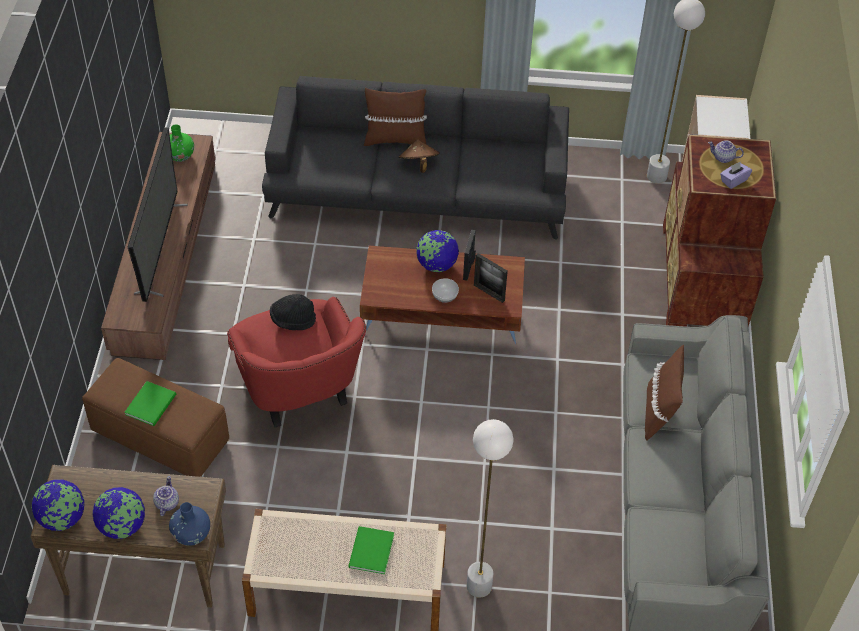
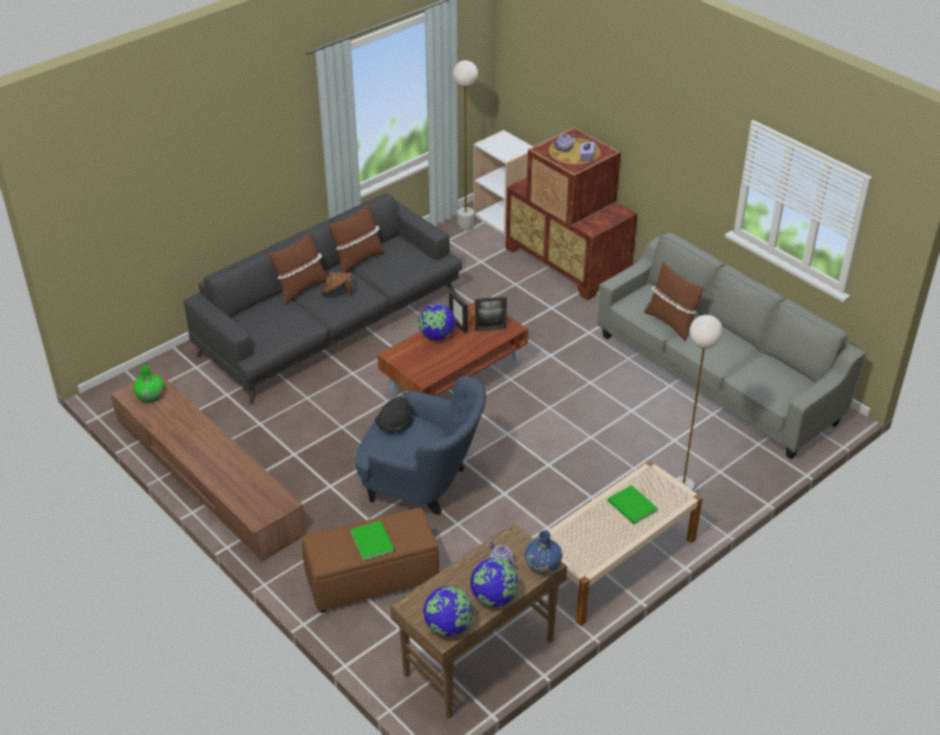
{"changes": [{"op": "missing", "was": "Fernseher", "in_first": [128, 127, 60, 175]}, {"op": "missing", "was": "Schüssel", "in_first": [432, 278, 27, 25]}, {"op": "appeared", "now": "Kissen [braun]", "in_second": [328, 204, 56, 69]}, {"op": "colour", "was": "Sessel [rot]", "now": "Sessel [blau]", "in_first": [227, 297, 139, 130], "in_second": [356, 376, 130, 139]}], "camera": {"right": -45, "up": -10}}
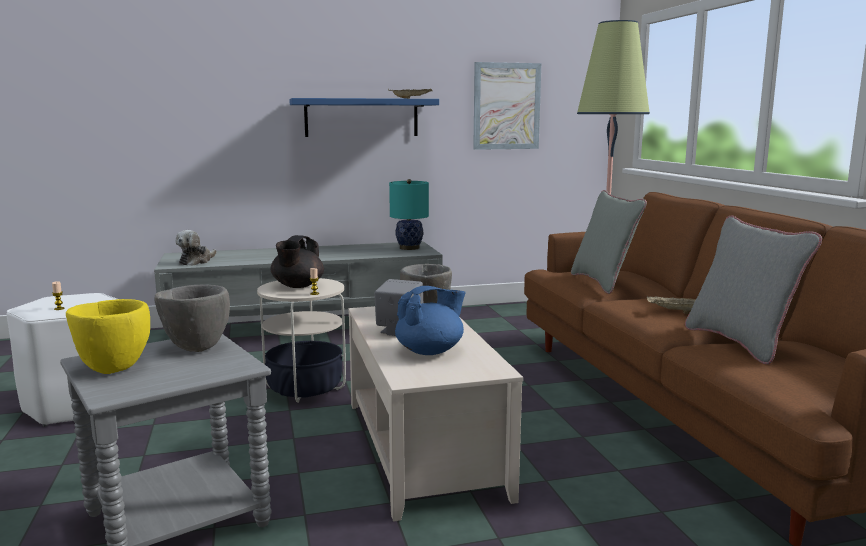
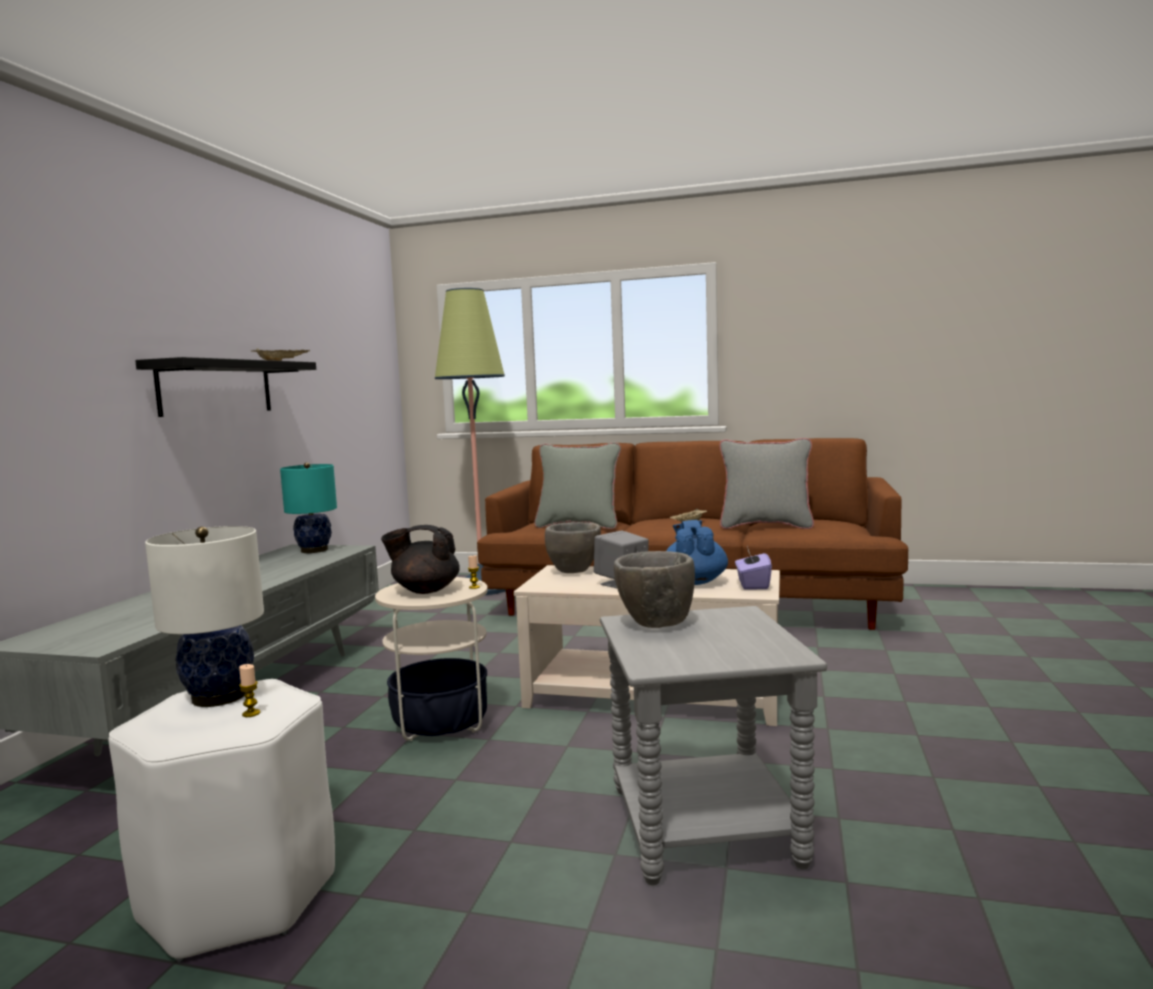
{"changes": [{"op": "missing", "was": "Schüssel [gelb]", "in_first": [66, 299, 84, 75]}, {"op": "missing", "was": "Plüschtier", "in_first": [175, 230, 42, 36]}, {"op": "missing", "was": "Bild", "in_first": [473, 62, 68, 88]}, {"op": "appeared", "now": "Tischlampe [weiß]", "in_second": [145, 526, 119, 181]}, {"op": "appeared", "now": "Taschentuchbox [lila]", "in_second": [735, 546, 37, 44]}, {"op": "colour", "was": "Wandregal [blau]", "now": "Wandregal [schwarz]", "in_first": [289, 98, 150, 39], "in_second": [135, 357, 181, 60]}, {"op": "spun", "was": "Teekanne [schwarz]", "in_first": [270, 235, 54, 53], "in_second": [381, 525, 79, 69], "clockwise": 135}], "camera": {"right": -60, "up": -5}}
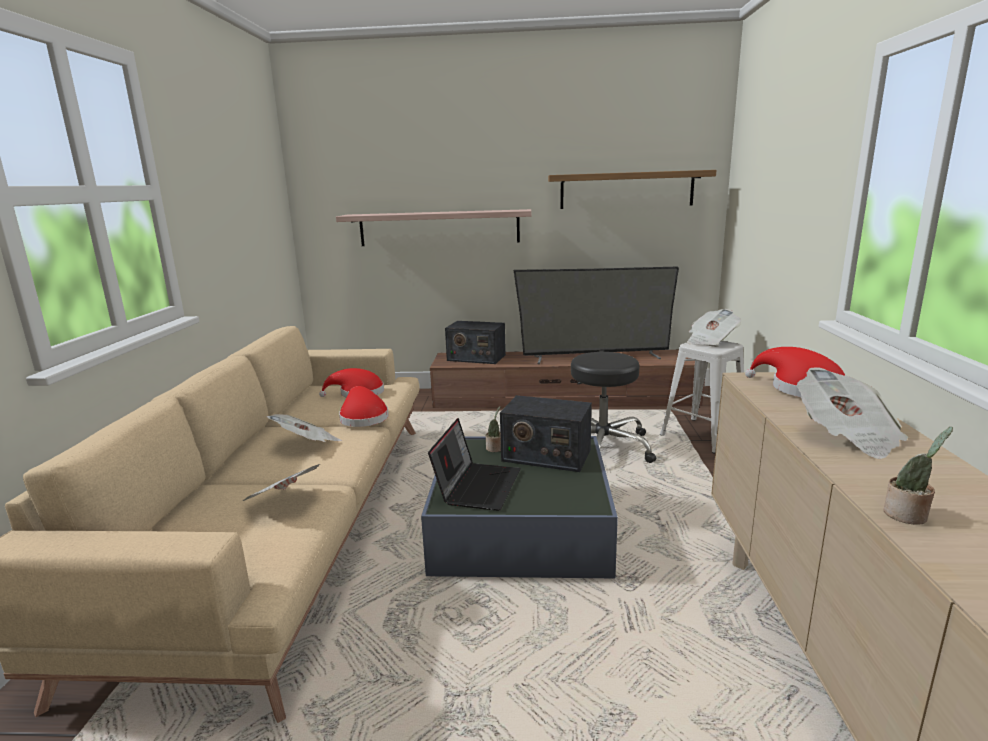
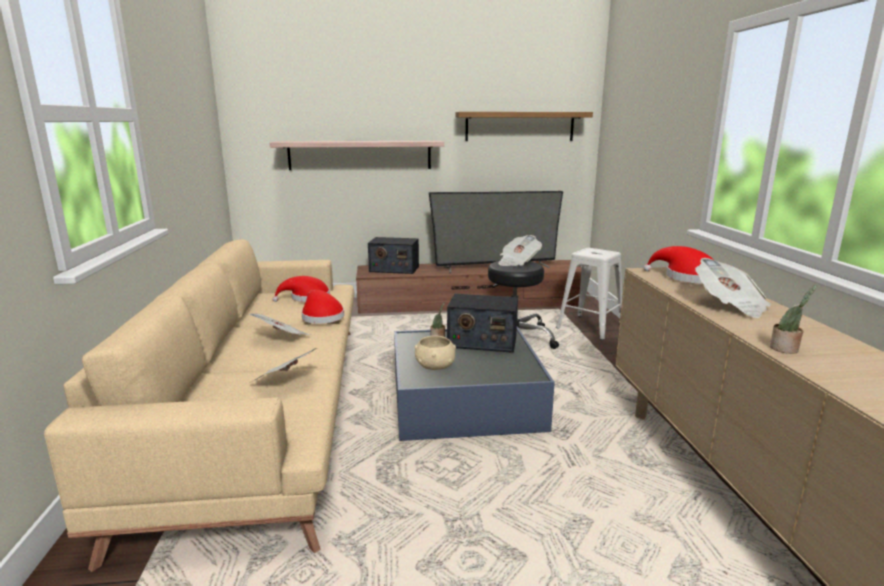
{"changes": [{"op": "relocated", "was": "Zeitung", "in_first": [687, 309, 54, 36], "in_second": [498, 235, 44, 31]}, {"op": "exchanged", "was": "Laptop", "now": "Schüssel [beige]", "in_first": [428, 418, 93, 93], "in_second": [415, 336, 41, 34]}], "camera": {"right": -10, "up": 0}}
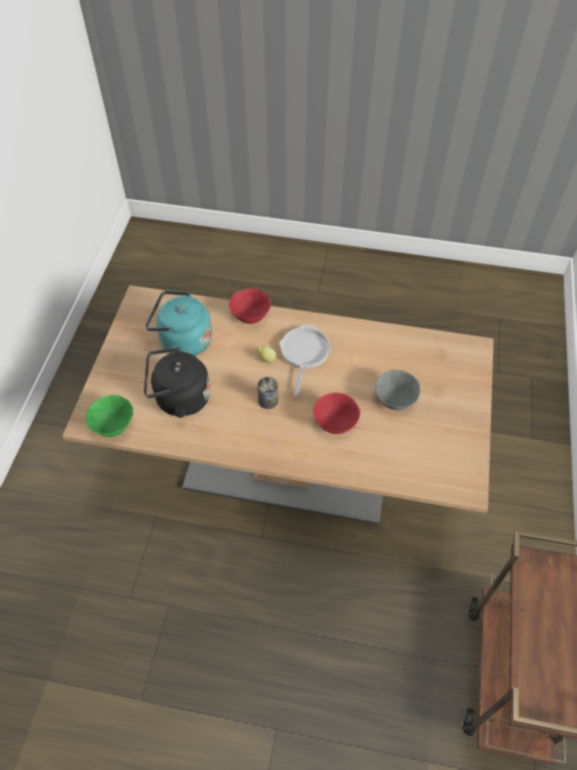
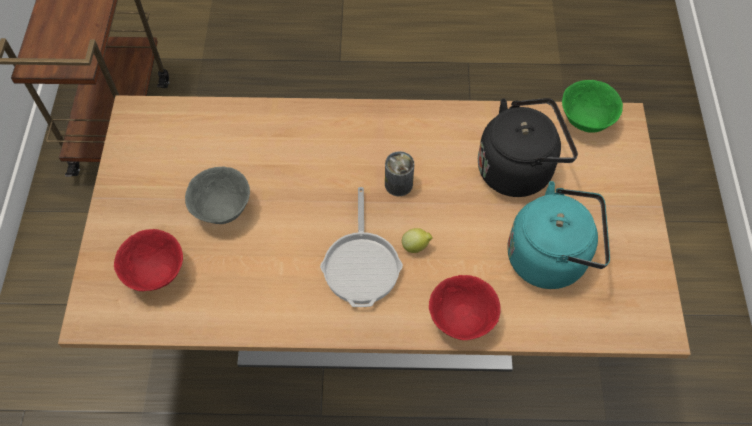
{"changes": [{"op": "relocated", "was": "Schüssel [rot]", "in_first": [313, 393, 47, 41], "in_second": [114, 229, 69, 62]}], "camera": {"right": 170, "up": 5}}
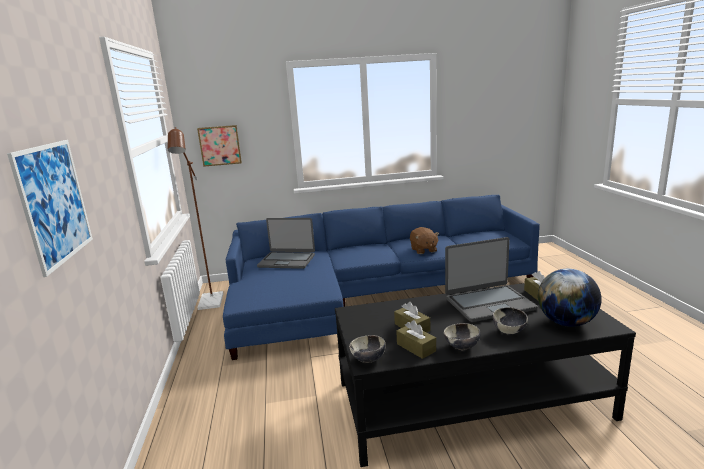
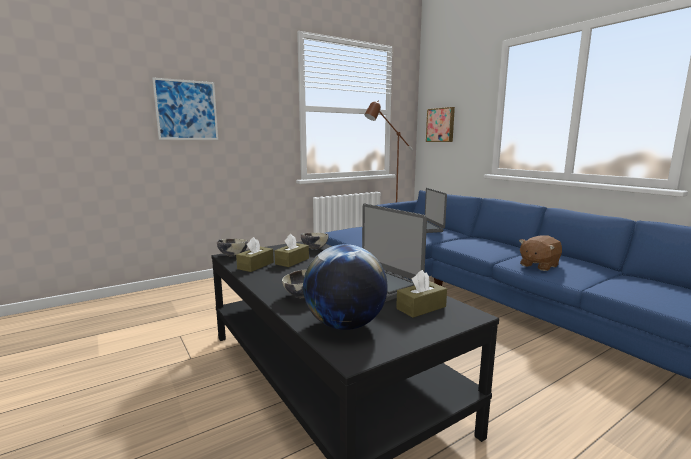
{"changes": [{"op": "relocated", "was": "Schüssel", "in_first": [444, 323, 37, 27], "in_second": [301, 233, 28, 16]}], "camera": {"right": 65, "up": -5}}
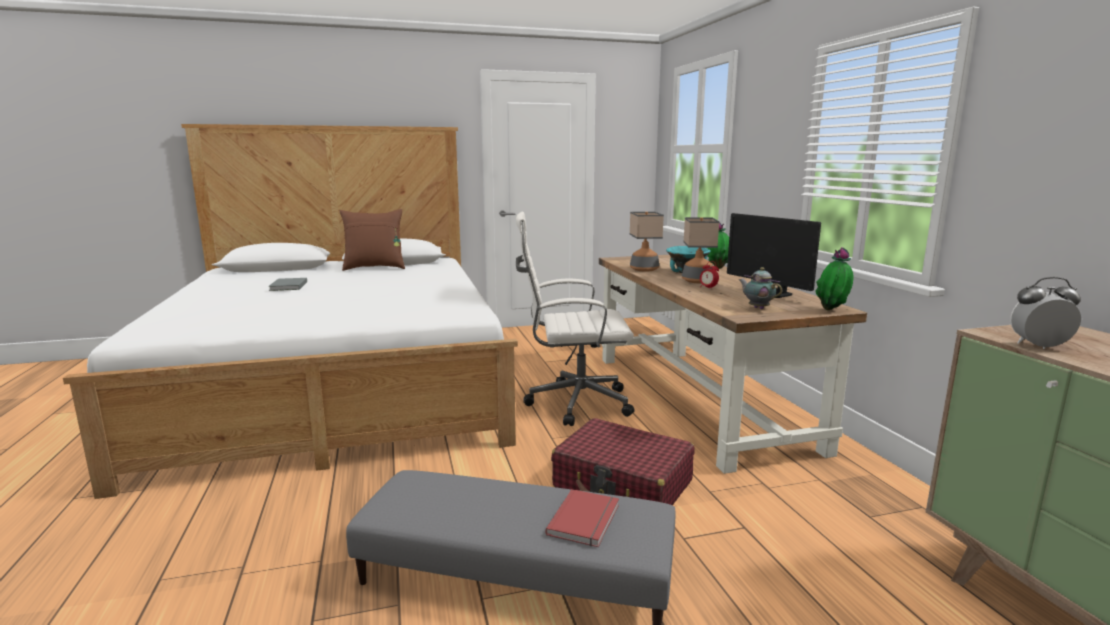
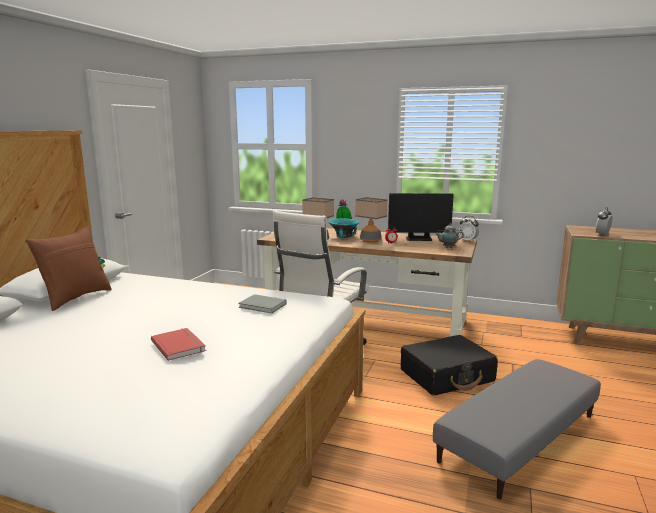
{"changes": [{"op": "relocated", "was": "Buch [grau]", "in_first": [269, 278, 38, 13], "in_second": [238, 294, 49, 19]}, {"op": "relocated", "was": "Buch [rot]", "in_first": [545, 489, 74, 58], "in_second": [151, 328, 55, 33]}, {"op": "exchanged", "was": "Topfpflanze", "now": "Wecker", "in_first": [815, 247, 38, 63], "in_second": [459, 216, 20, 26]}, {"op": "colour", "was": "Koffer [rot]", "now": "Koffer [schwarz]", "in_first": [551, 418, 144, 87], "in_second": [401, 335, 97, 61]}], "camera": {"right": -55, "up": 0}}
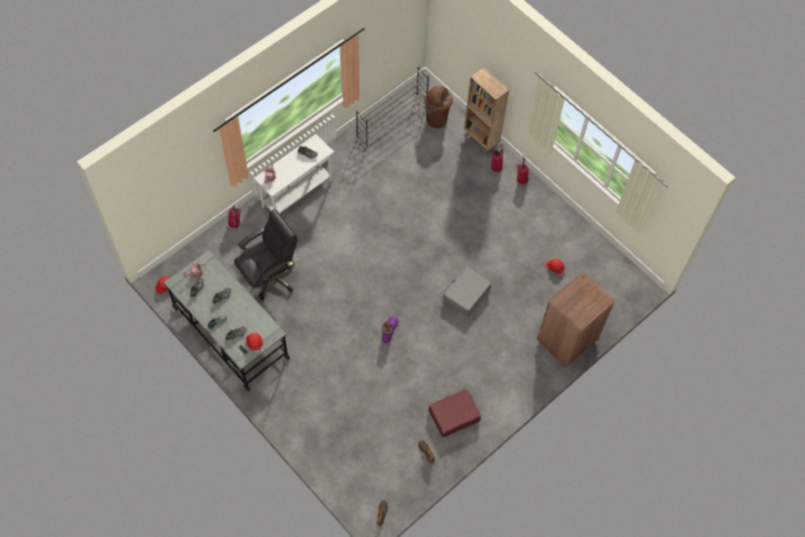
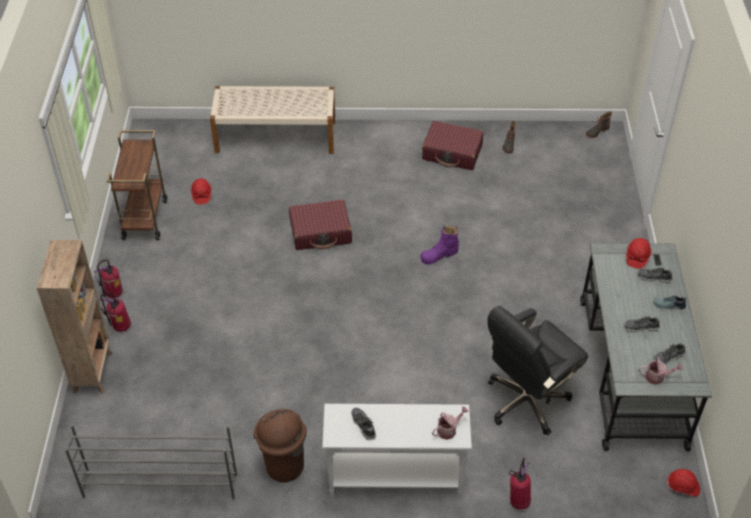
{"changes": [{"op": "appeared", "now": "Rollwagen [braun]", "in_second": [107, 130, 61, 110]}, {"op": "relocated", "was": "Mülleimer [braun]", "in_first": [424, 86, 29, 42], "in_second": [254, 409, 53, 74]}, {"op": "exchanged", "was": "Kommode [braun]", "now": "Bank [beige]", "in_first": [537, 271, 79, 97], "in_second": [210, 86, 125, 68]}, {"op": "colour", "was": "Koffer [grau]", "now": "Koffer [rot]", "in_first": [443, 267, 49, 50], "in_second": [289, 200, 63, 50]}, {"op": "spun", "was": "Bürostuhl [schwarz]", "in_first": [234, 209, 63, 91], "in_second": [487, 306, 101, 129], "clockwise": -45}], "camera": {"right": -135, "up": -15}}
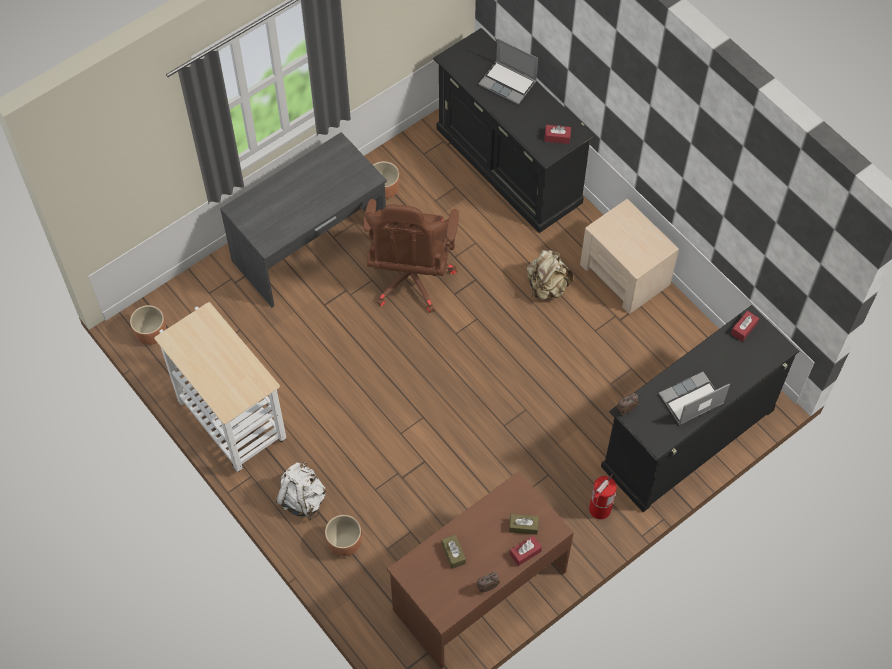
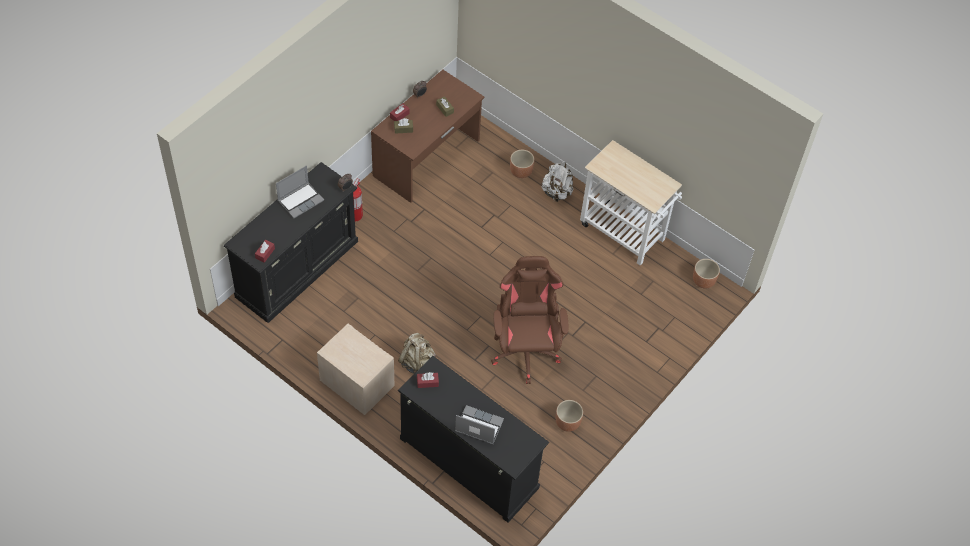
{"changes": [{"op": "missing", "was": "Schreibtisch [grau]", "in_first": [220, 132, 167, 175]}], "camera": {"right": 165, "up": -5}}
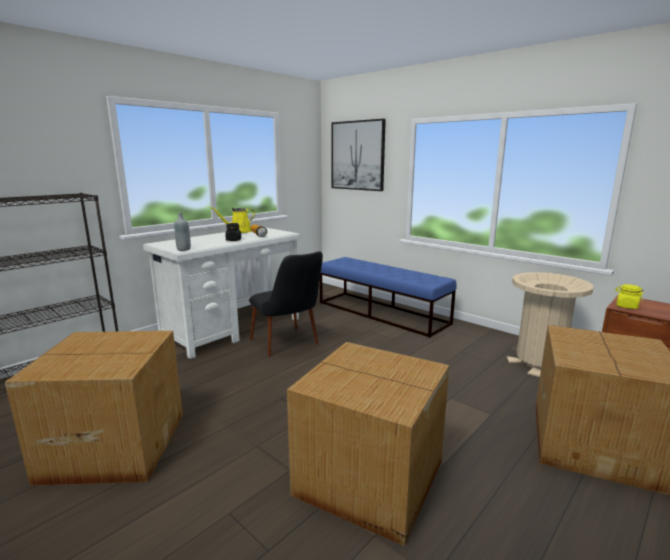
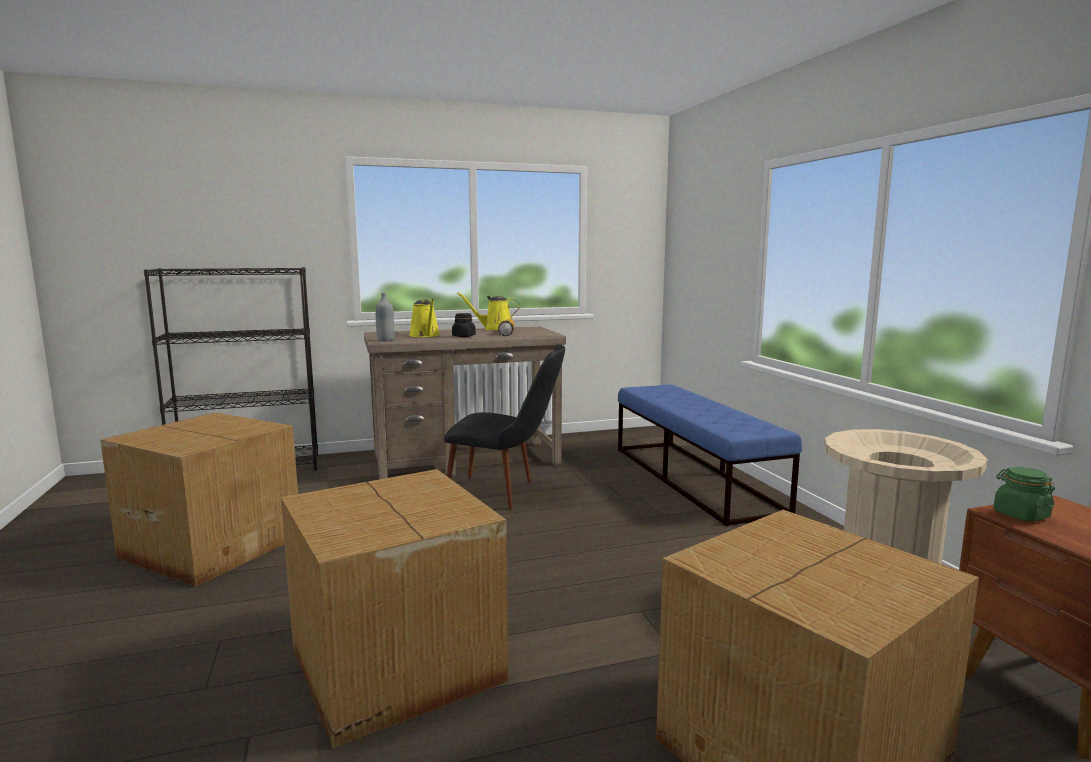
{"changes": [{"op": "missing", "was": "Bild", "in_first": [331, 119, 55, 72]}, {"op": "appeared", "now": "Gießkanne [gelb]", "in_second": [409, 299, 30, 38]}, {"op": "colour", "was": "Schreibtisch [weiß]", "now": "Schreibtisch [braun]", "in_first": [143, 228, 157, 131], "in_second": [364, 326, 202, 153]}, {"op": "colour", "was": "Vorratsglas [gelb]", "now": "Vorratsglas [grün]", "in_first": [616, 284, 28, 25], "in_second": [993, 467, 62, 55]}, {"op": "spun", "was": "Stuhl [schwarz]", "in_first": [249, 251, 74, 106], "in_second": [444, 345, 121, 165], "clockwise": -75}], "camera": {"right": 30, "up": -5}}
